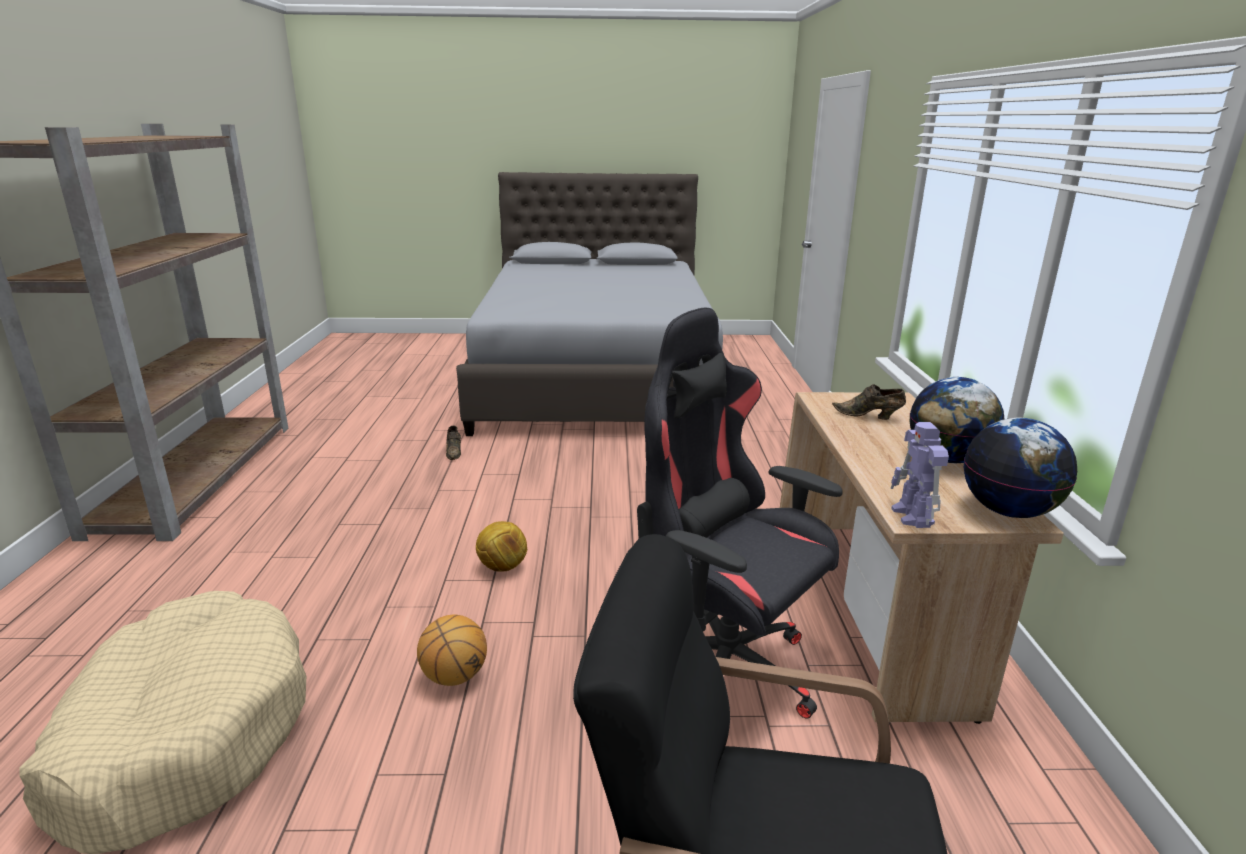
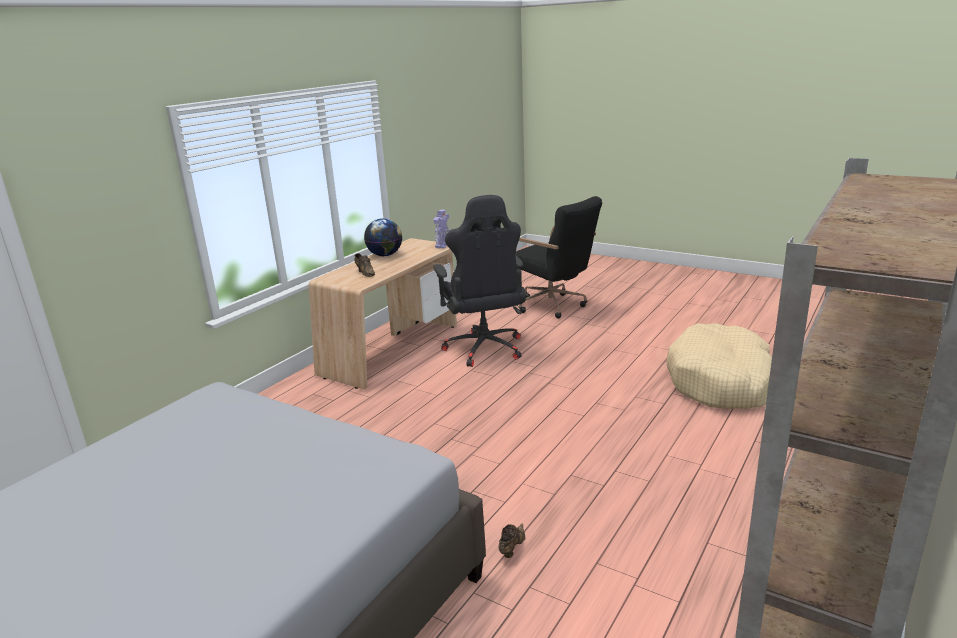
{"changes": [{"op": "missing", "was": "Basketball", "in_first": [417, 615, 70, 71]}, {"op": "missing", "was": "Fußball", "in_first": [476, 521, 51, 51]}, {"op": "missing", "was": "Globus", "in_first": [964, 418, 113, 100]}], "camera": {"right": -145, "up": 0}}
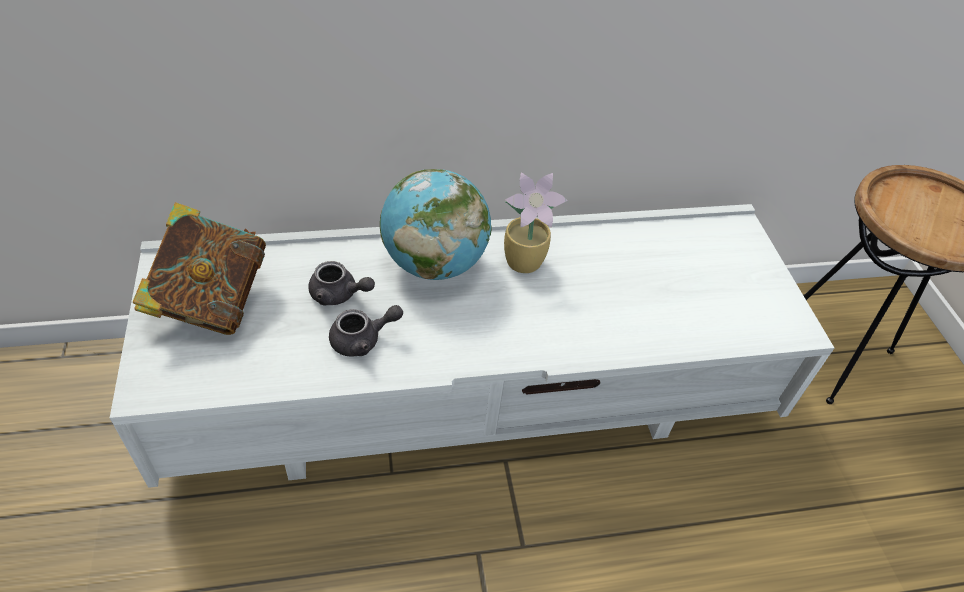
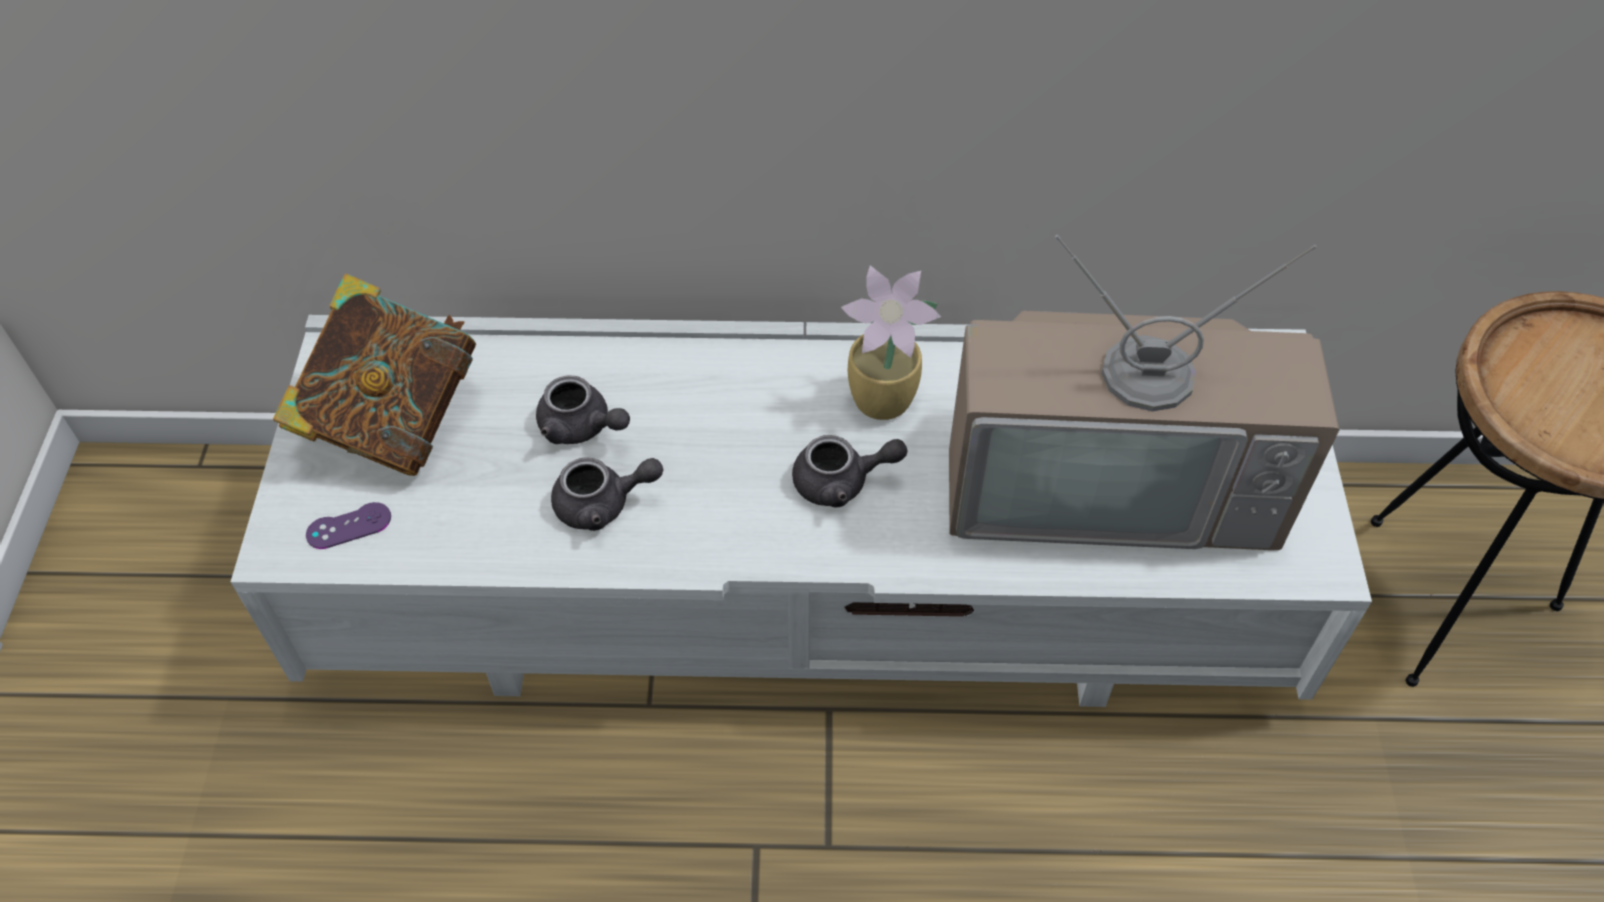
{"changes": [{"op": "missing", "was": "Globus", "in_first": [380, 169, 112, 111]}, {"op": "appeared", "now": "Gamepad [lila]", "in_second": [306, 502, 85, 47]}, {"op": "appeared", "now": "Teekanne [grau]", "in_second": [792, 435, 115, 73]}, {"op": "appeared", "now": "Fernseher", "in_second": [949, 235, 390, 315]}], "camera": {"right": 15, "up": 5}}
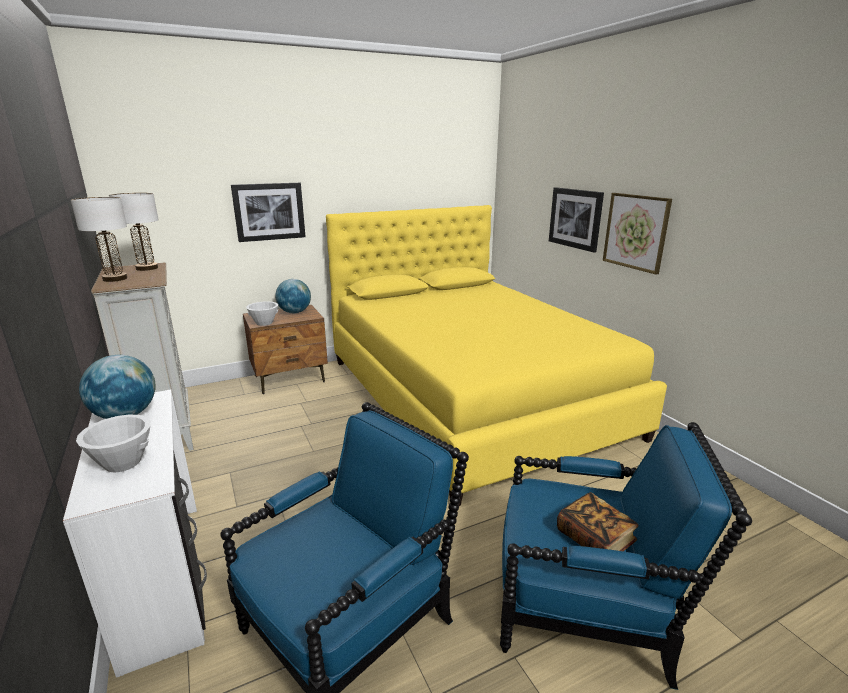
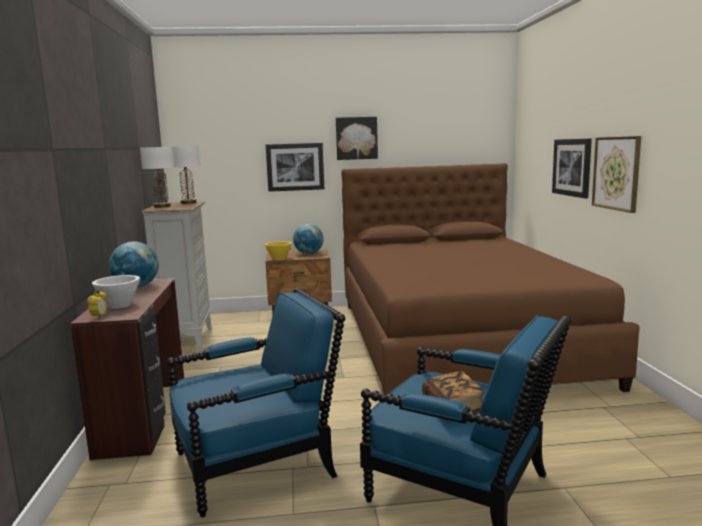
{"changes": [{"op": "appeared", "now": "Wecker", "in_second": [87, 290, 20, 29]}, {"op": "appeared", "now": "Bild", "in_second": [336, 117, 42, 43]}, {"op": "colour", "was": "Schreibtisch [weiß]", "now": "Schreibtisch [braun]", "in_first": [63, 390, 144, 288], "in_second": [70, 279, 114, 181]}, {"op": "colour", "was": "Schüssel [weiß]", "now": "Schüssel [gelb]", "in_first": [246, 301, 32, 25], "in_second": [265, 241, 27, 19]}, {"op": "colour", "was": "Bett [gelb]", "now": "Bett [braun]", "in_first": [326, 205, 341, 301], "in_second": [341, 163, 299, 231]}], "camera": {"right": 20, "up": -10}}
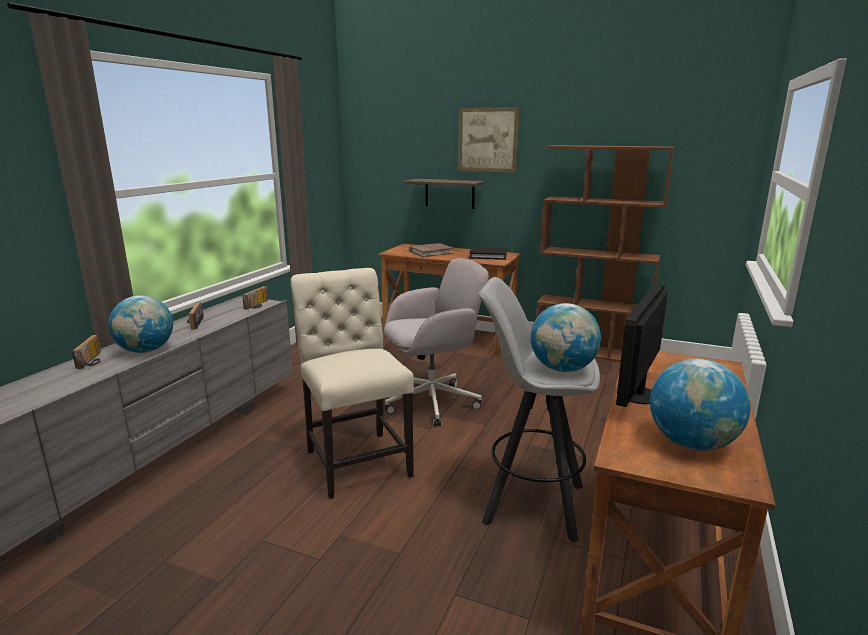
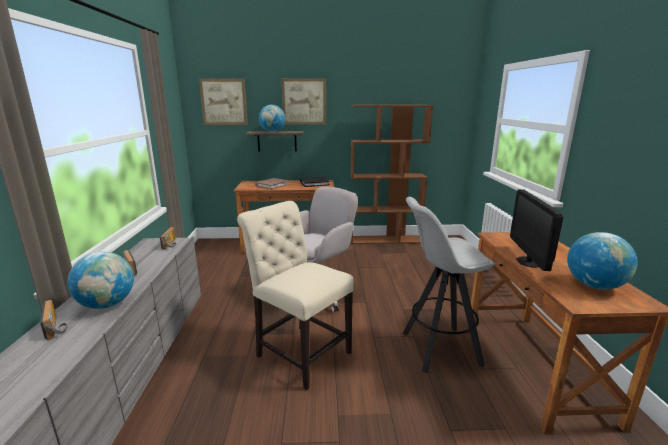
{"changes": [{"op": "appeared", "now": "Bild", "in_second": [199, 78, 49, 47]}, {"op": "relocated", "was": "Globus", "in_first": [531, 303, 70, 69], "in_second": [259, 105, 27, 27]}], "camera": {"right": -25, "up": 0}}
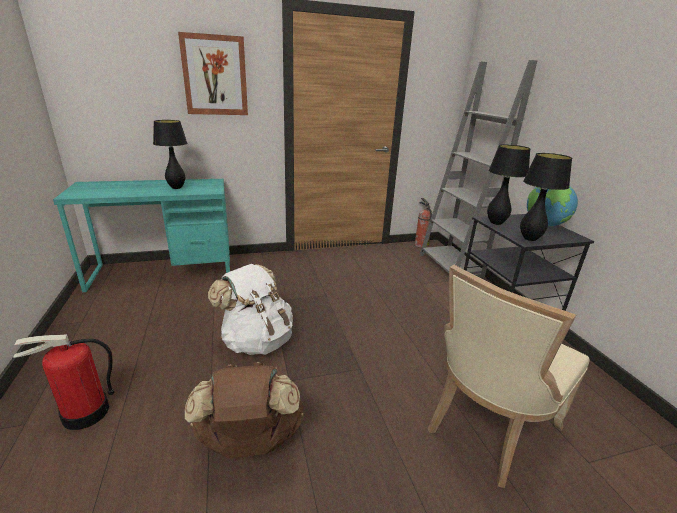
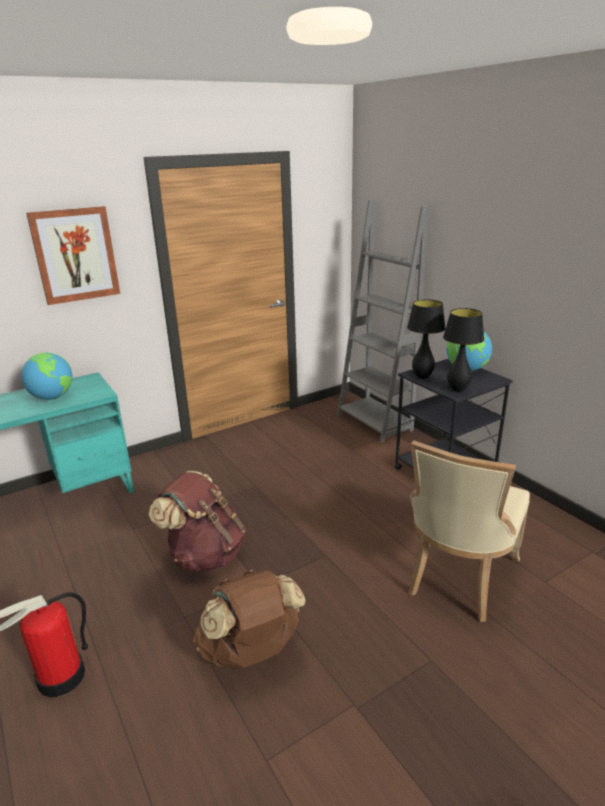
{"changes": [{"op": "missing", "was": "Feuerlöscher", "in_first": [415, 198, 17, 50]}, {"op": "exchanged", "was": "Tischlampe [schwarz]", "now": "Globus", "in_first": [153, 120, 34, 69], "in_second": [21, 353, 52, 47]}, {"op": "colour", "was": "Rucksack [weiß]", "now": "Rucksack [braun]", "in_first": [208, 264, 85, 91], "in_second": [149, 471, 97, 101]}], "camera": {"right": -15, "up": 0}}
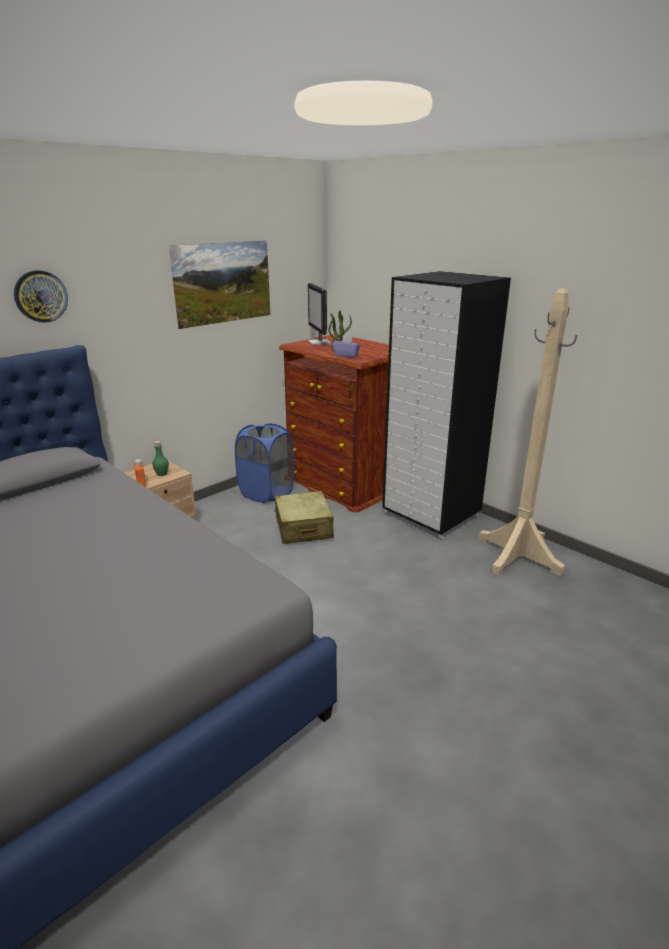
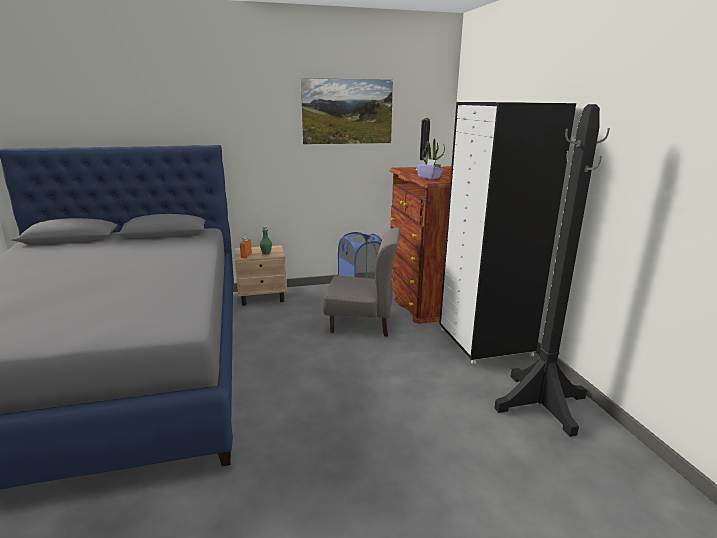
{"changes": [{"op": "missing", "was": "Wanduhr", "in_first": [14, 270, 54, 53]}, {"op": "exchanged", "was": "Koffer [beige]", "now": "Stuhl [grau]", "in_first": [274, 491, 60, 53], "in_second": [323, 228, 77, 108]}, {"op": "colour", "was": "Kleiderständer [beige]", "now": "Kleiderständer [schwarz]", "in_first": [479, 289, 98, 287], "in_second": [494, 104, 116, 333]}], "camera": {"right": 30, "up": -5}}
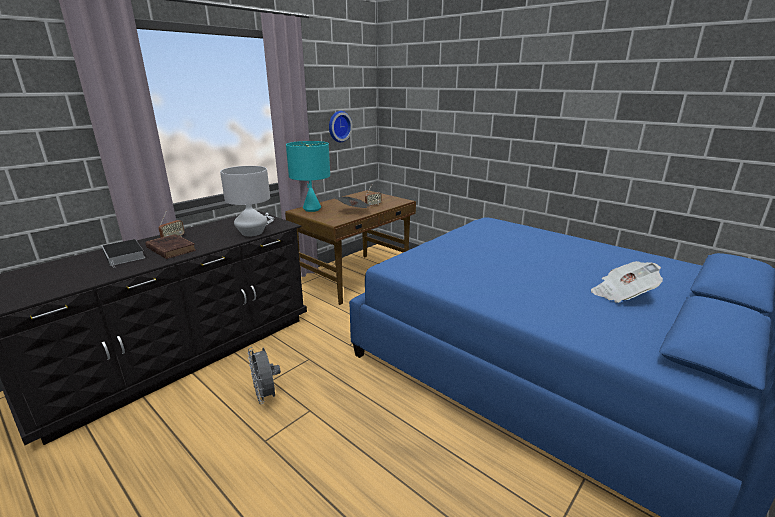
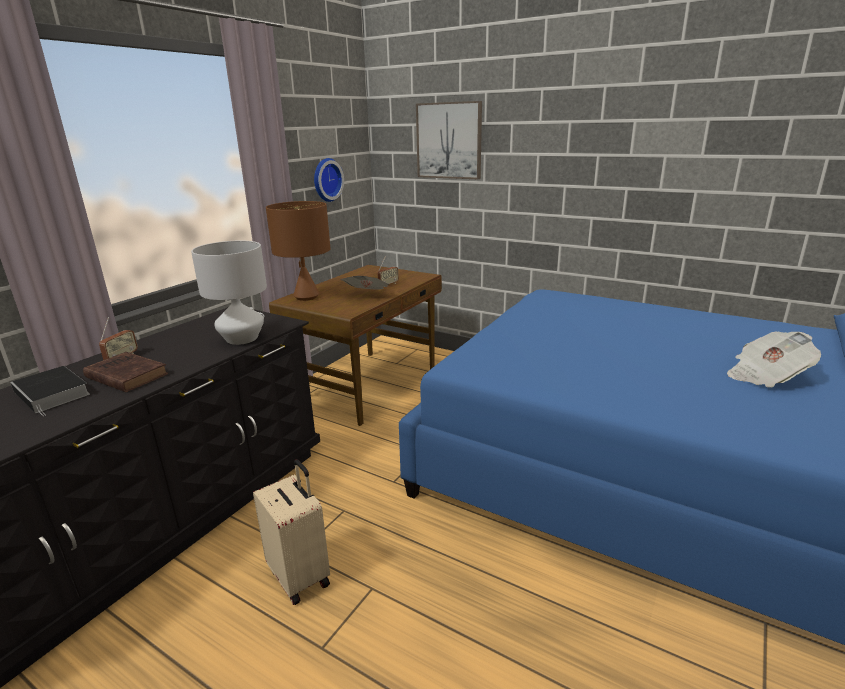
{"changes": [{"op": "appeared", "now": "Bild", "in_second": [416, 101, 66, 78]}, {"op": "exchanged", "was": "Ventilator [grau]", "now": "Koffer [beige]", "in_first": [248, 347, 33, 57], "in_second": [253, 459, 77, 146]}, {"op": "colour", "was": "Tischlampe [türkis]", "now": "Tischlampe [braun]", "in_first": [286, 141, 44, 71], "in_second": [266, 201, 65, 100]}], "camera": {"right": -10, "up": 0}}
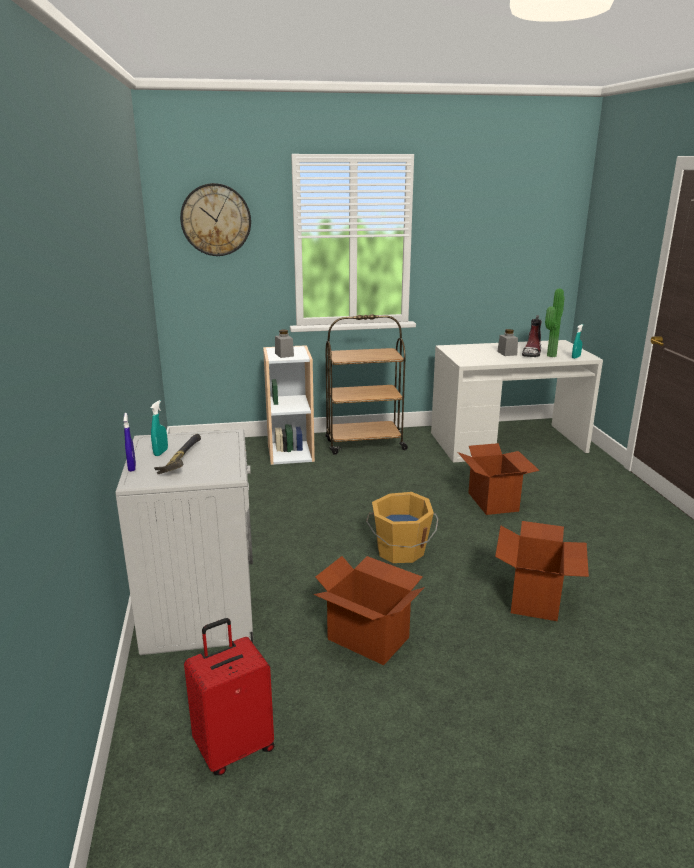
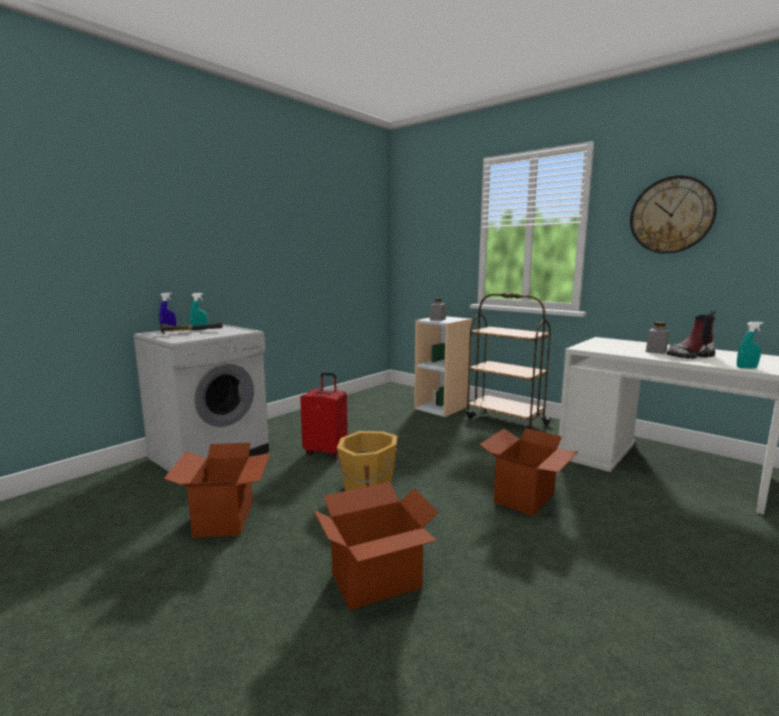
{"changes": [{"op": "missing", "was": "Topfpflanze", "in_first": [545, 288, 19, 69]}, {"op": "relocated", "was": "Wanduhr", "in_first": [180, 183, 71, 73], "in_second": [630, 175, 87, 79]}, {"op": "relocated", "was": "Koffer [rot]", "in_first": [184, 618, 90, 157], "in_second": [300, 373, 48, 86]}], "camera": {"right": 50, "up": -10}}
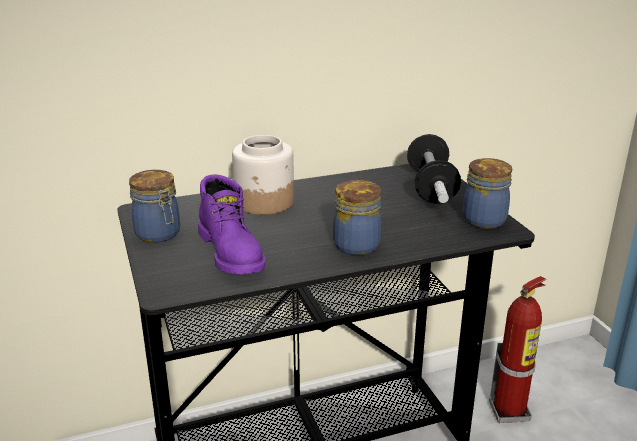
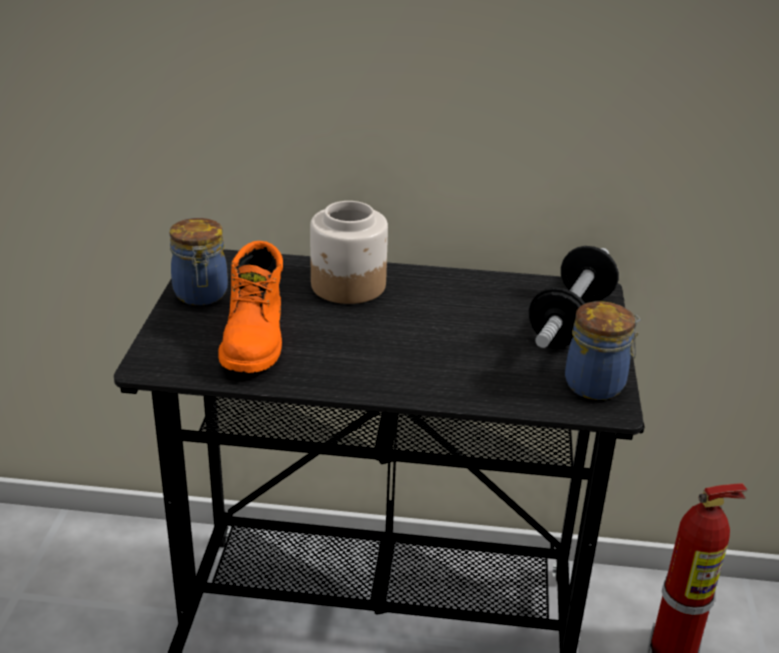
{"changes": [{"op": "missing", "was": "Vorratsglas", "in_first": [333, 180, 48, 76]}, {"op": "colour", "was": "Stiefel [lila]", "now": "Stiefel [orange]", "in_first": [198, 174, 67, 100], "in_second": [218, 241, 65, 132]}], "camera": {"right": 25, "up": 5}}
